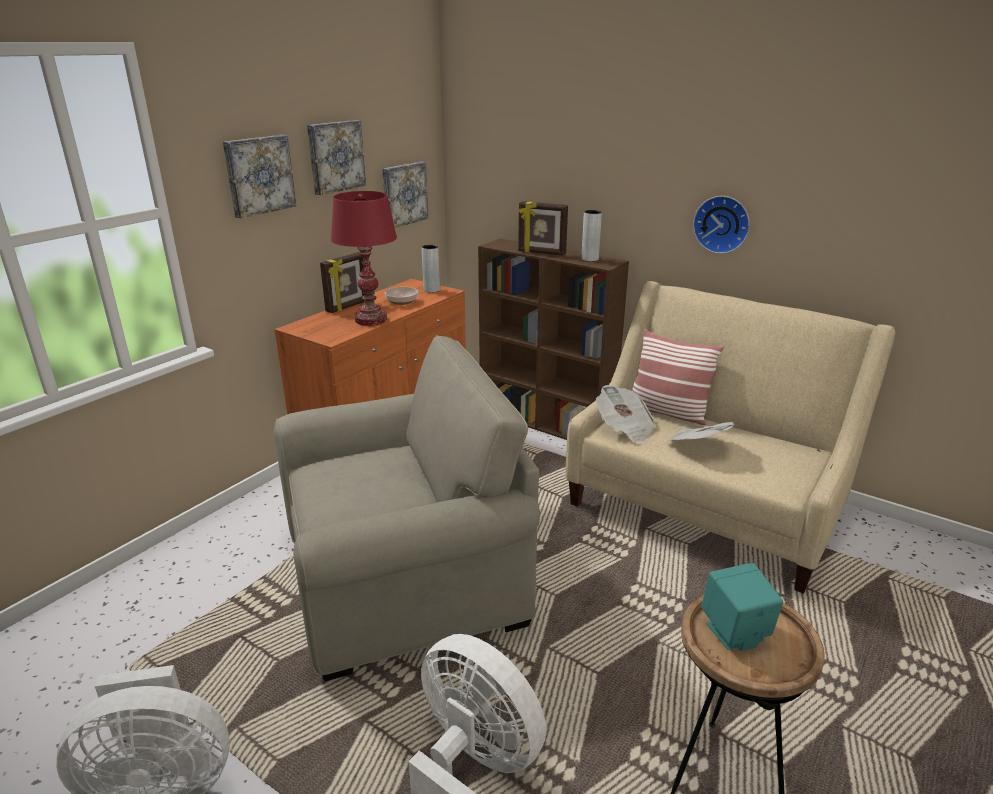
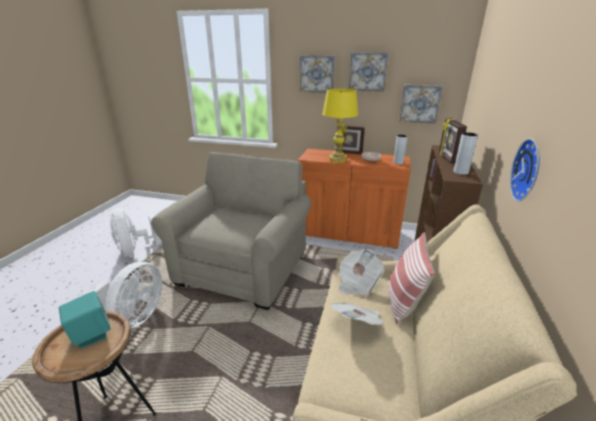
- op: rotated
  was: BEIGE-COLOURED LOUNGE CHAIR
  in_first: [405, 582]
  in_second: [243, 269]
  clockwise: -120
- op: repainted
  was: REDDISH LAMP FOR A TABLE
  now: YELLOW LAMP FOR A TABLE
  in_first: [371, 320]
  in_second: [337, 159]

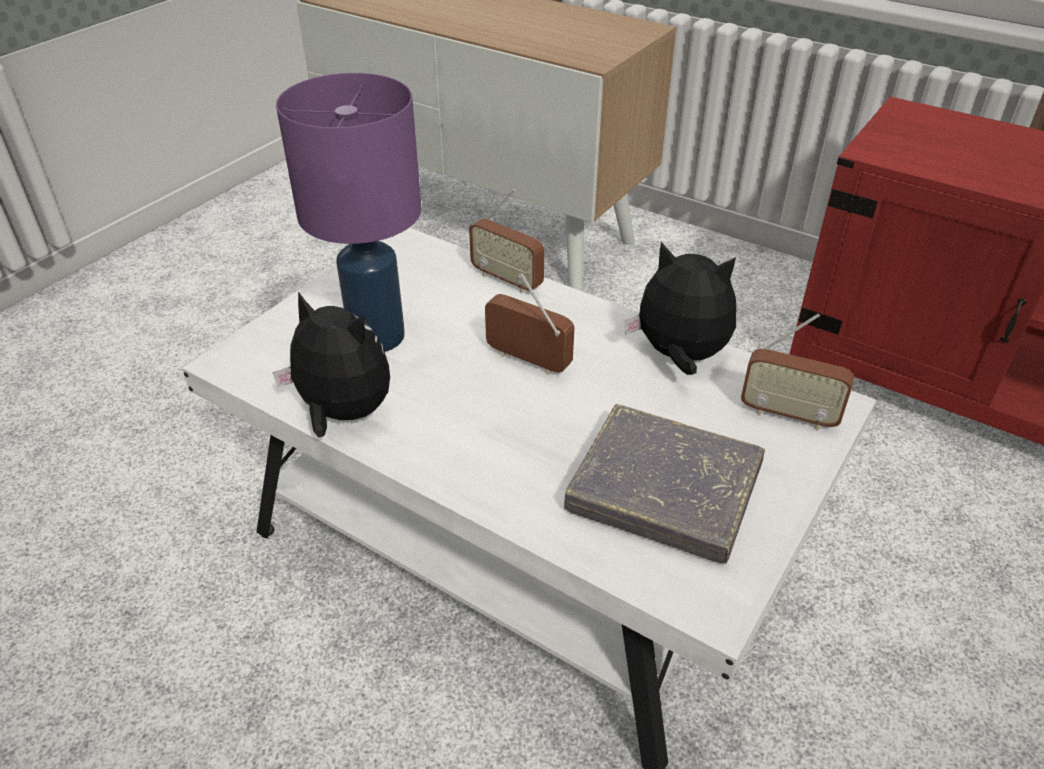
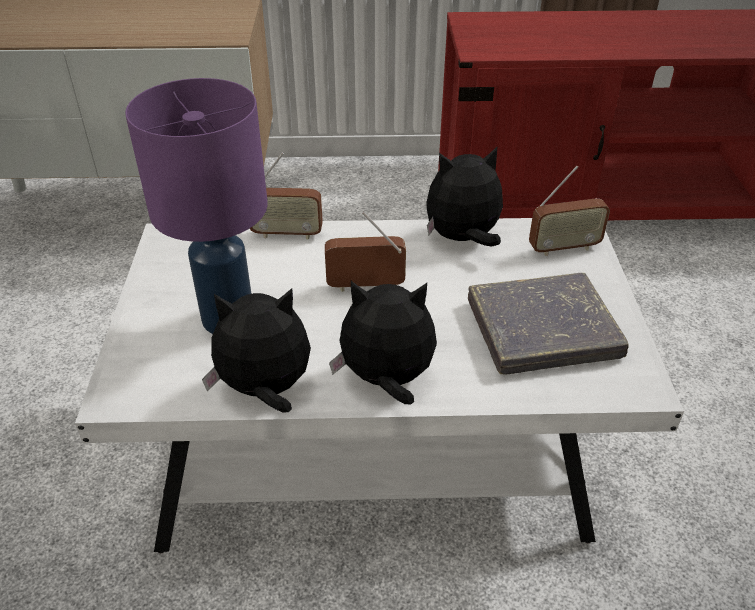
- op: new
  now: PLUSH TOY
  in_second: [387, 380]

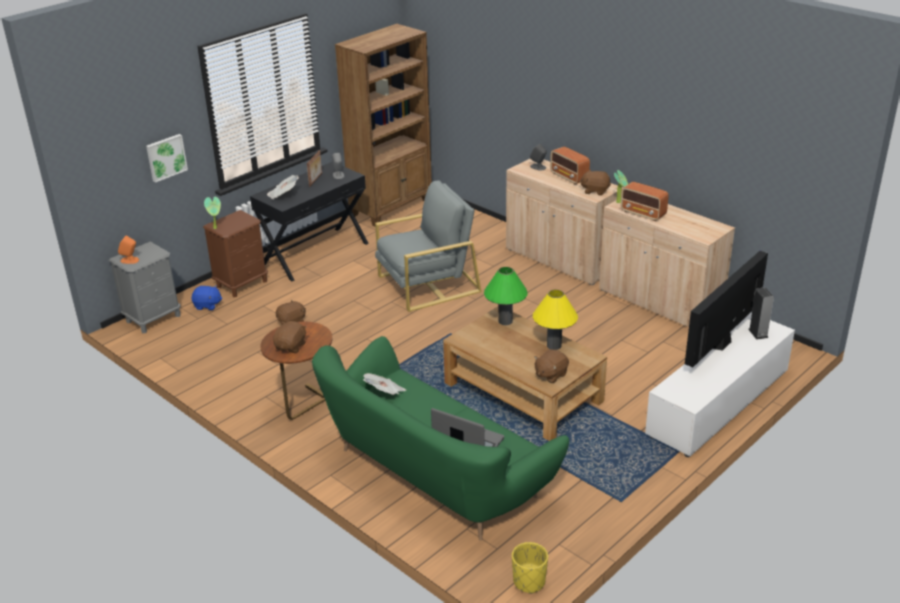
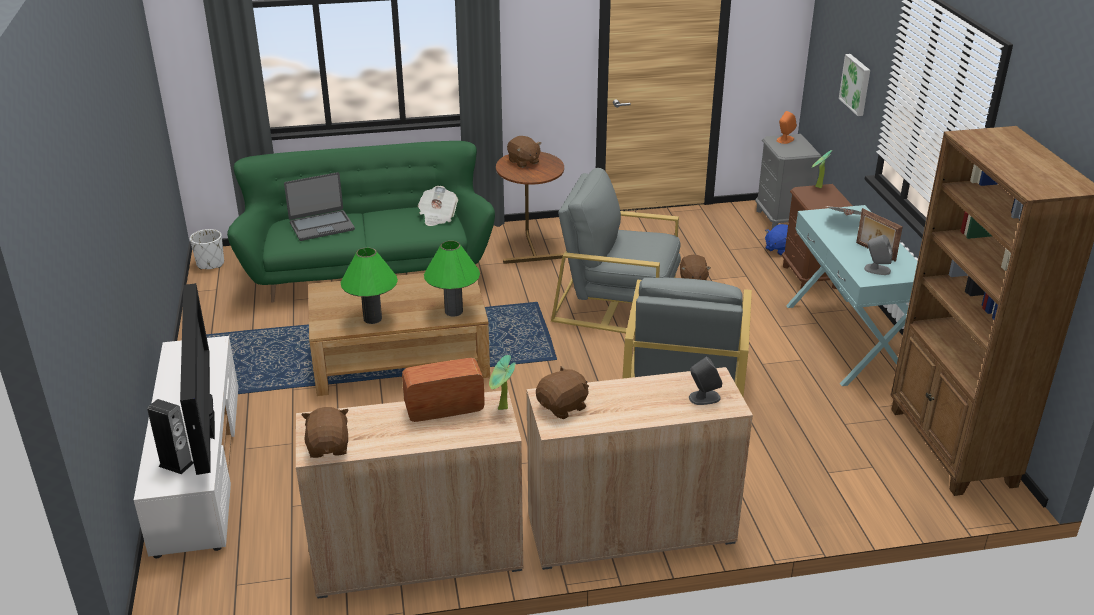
- op: repainted
  was: BLACK-COLOURED CONSOLE TABLE
  now: TURQUOISE-COLOURED CONSOLE TABLE
  in_first: [315, 253]
  in_second: [846, 340]
- op: repainted
  was: YELLOW PLANT POT
  now: WHITISH PLANT POT
  in_first: [529, 582]
  in_second: [210, 264]
- op: repainted
  was: YELLOW LAMP FOR A TABLE
  now: GREEN LAMP FOR A TABLE
  in_first: [554, 345]
  in_second: [372, 318]
- op: shifted
  was: BROWN PLUSH TOY
  in_first: [550, 375]
  in_second: [329, 447]
- op: gone
  was: RADIO RECEIVER
  in_first: [569, 177]
- op: new
  now: GRAY LOUNGE CHAIR
  in_second: [616, 303]

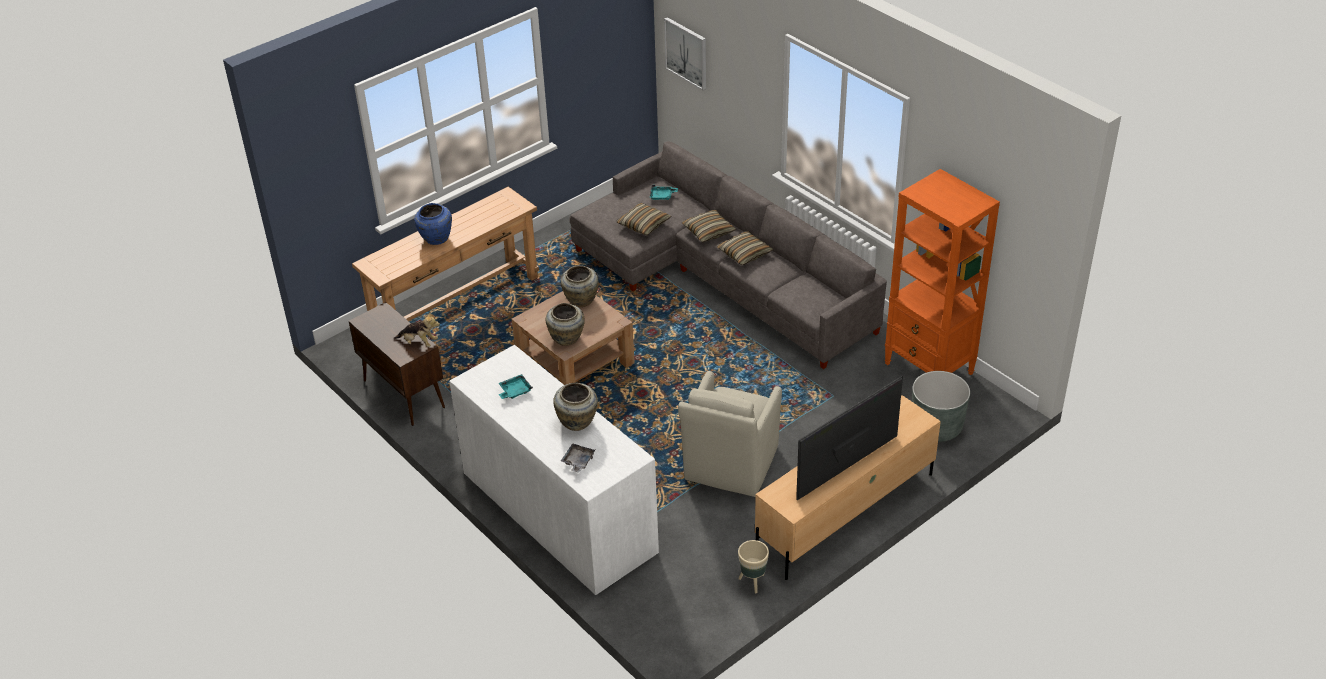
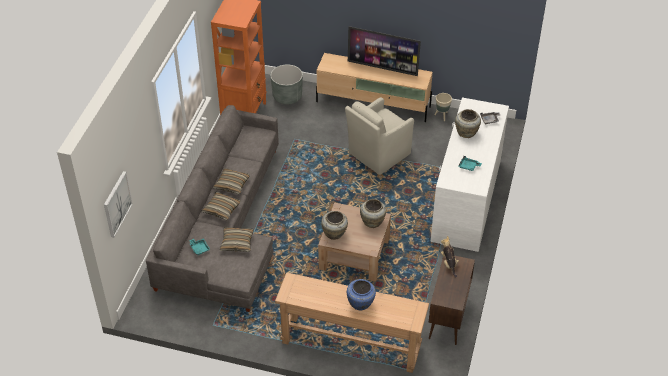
- op: rotated
  was: BEIGE-COLOURED LOUNGE CHAIR
  in_first: [730, 465]
  in_second: [378, 154]
  clockwise: 150

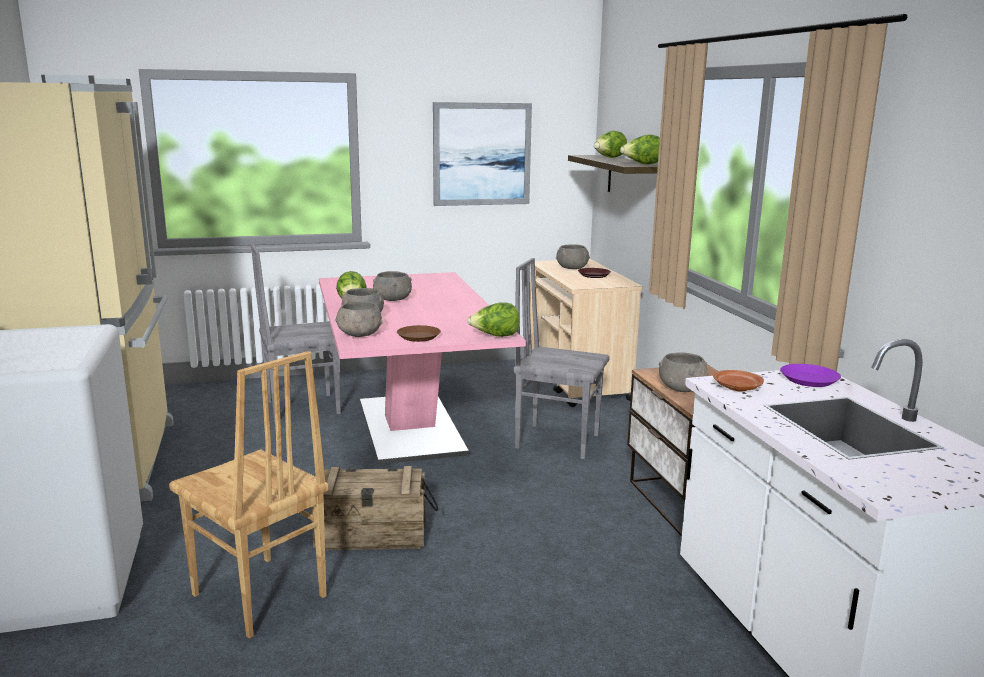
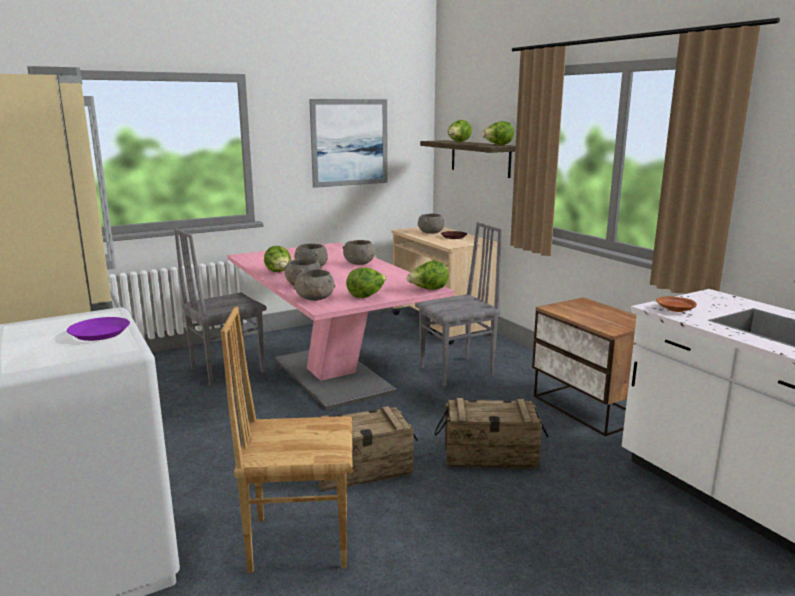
- op: rotated
  was: BROWN PLAIN CHAIR
  in_first: [258, 597]
  in_second: [299, 541]
  clockwise: 150
- op: swapped
  was: BROWN PLATE
  now: LETTUCE
  in_first: [418, 337]
  in_second: [366, 296]
- op: rotated
  was: GRAY PLAIN CHAIR
  in_first: [557, 440]
  in_second: [457, 372]
  clockwise: 150
- op: shifted
  was: GRAY BOWL
  in_first: [682, 388]
  in_second: [359, 263]
- op: shifted
  was: PURPLE PLATE
  in_first: [808, 380]
  in_second: [99, 333]
- op: new
  now: CRATE
  in_second: [490, 455]

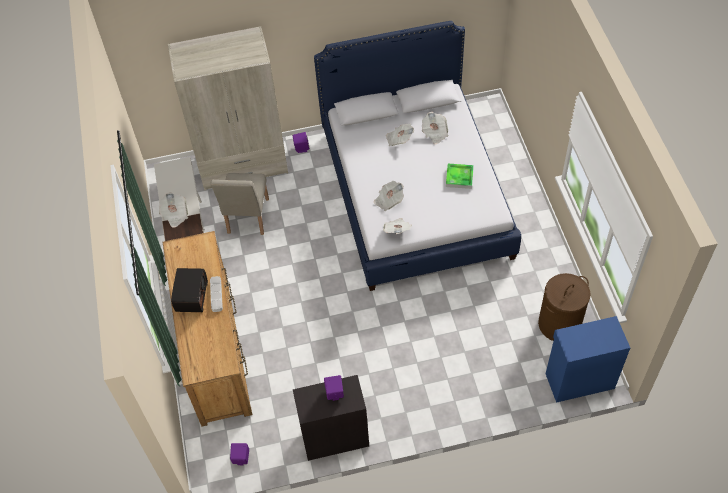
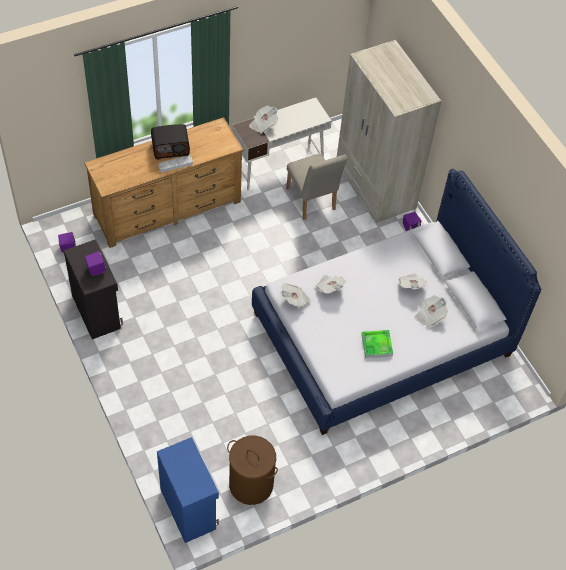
- op: rotated
  was: BEIGE-COLOURED PLAIN CHAIR
  in_first: [247, 219]
  in_second: [312, 202]
  clockwise: -105

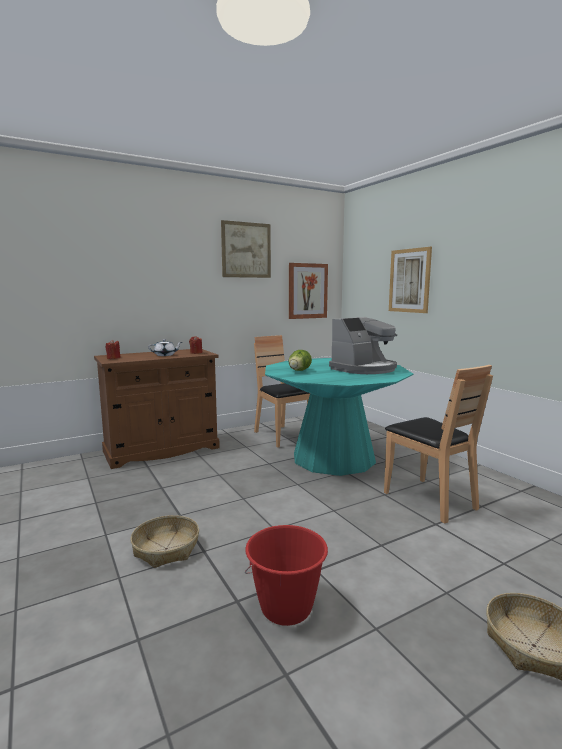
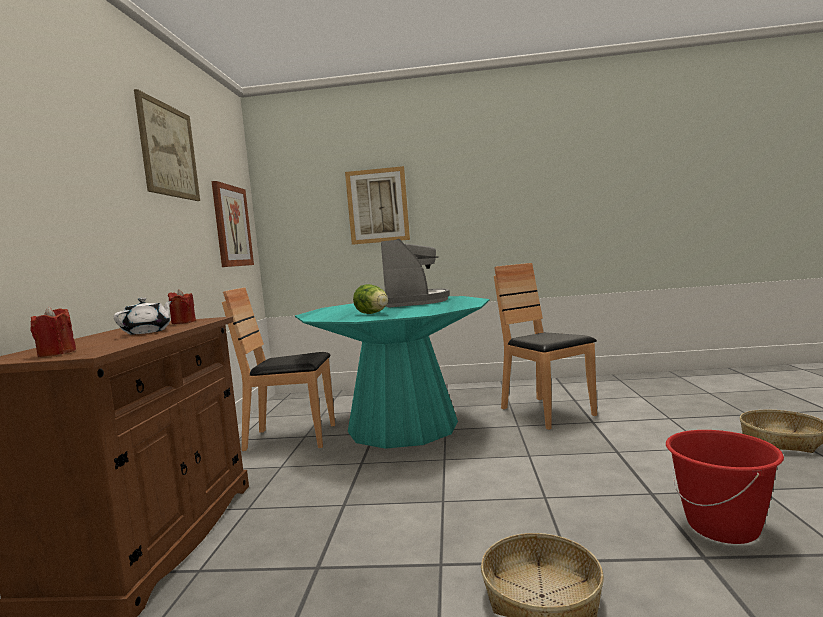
- op: rotated
  was: BROWN PLAIN CHAIR
  in_first: [429, 499]
  in_second: [546, 412]
  clockwise: -120

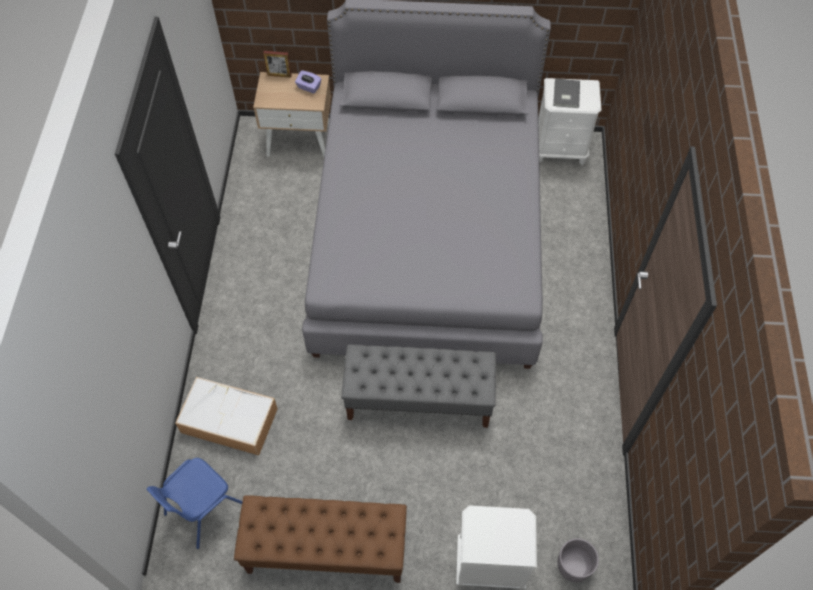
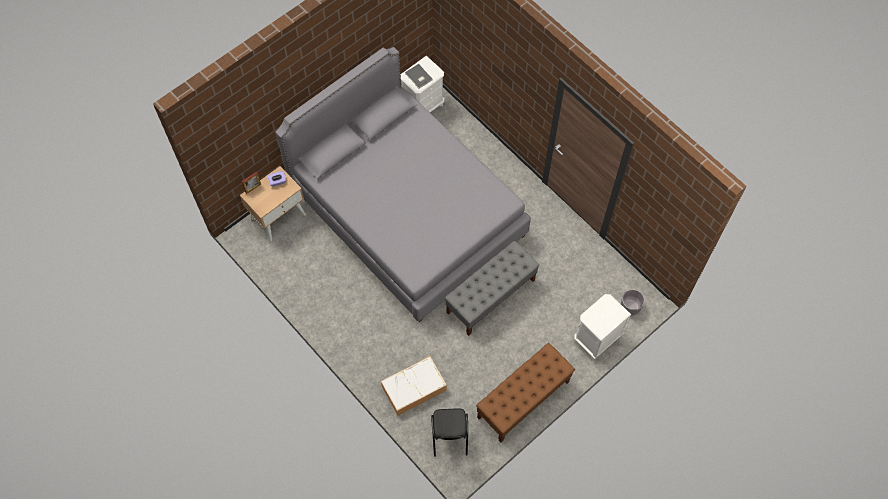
- op: repainted
  was: BLUE PLAIN CHAIR
  now: BLACK-COLOURED PLAIN CHAIR
  in_first: [203, 509]
  in_second: [449, 436]

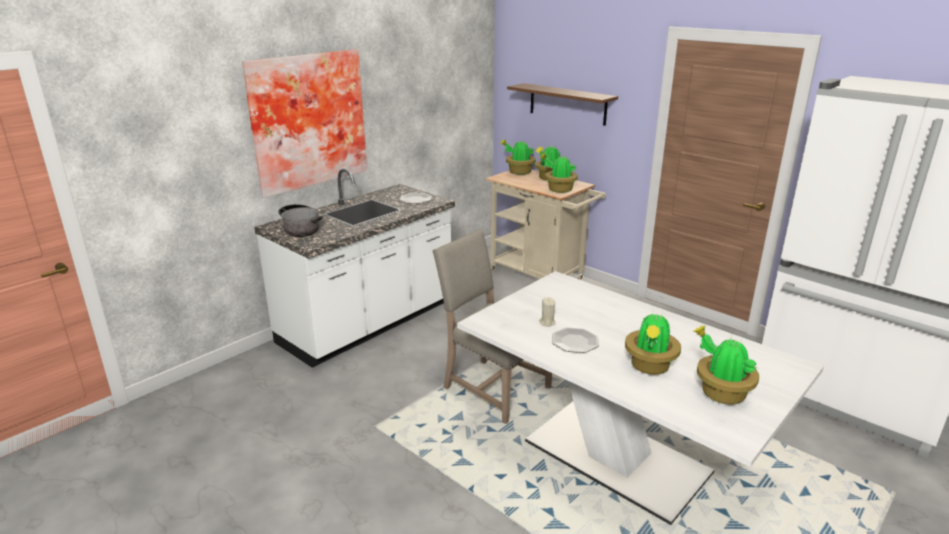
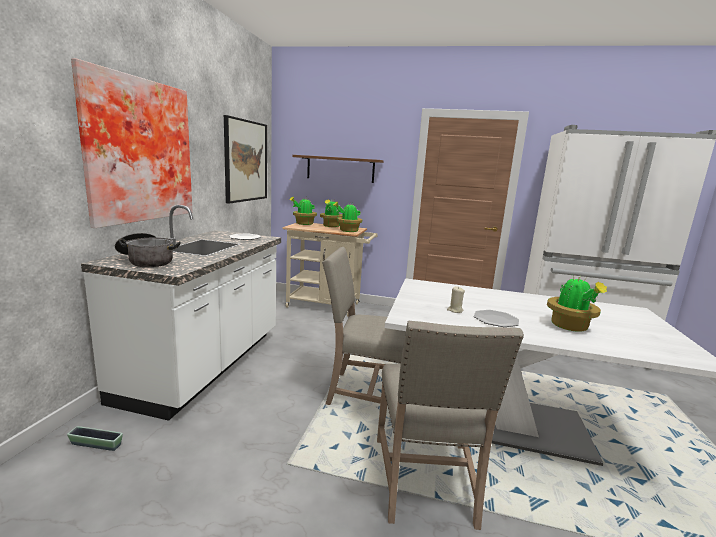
- op: gone
  was: PLANT IN A POT
  in_first: [720, 393]
- op: new
  now: PLANT POT
  in_second: [96, 444]
- op: new
  now: WALL PICTURE
  in_second: [246, 161]
- op: new
  now: BEIGE-COLOURED PLAIN CHAIR
  in_second: [426, 482]

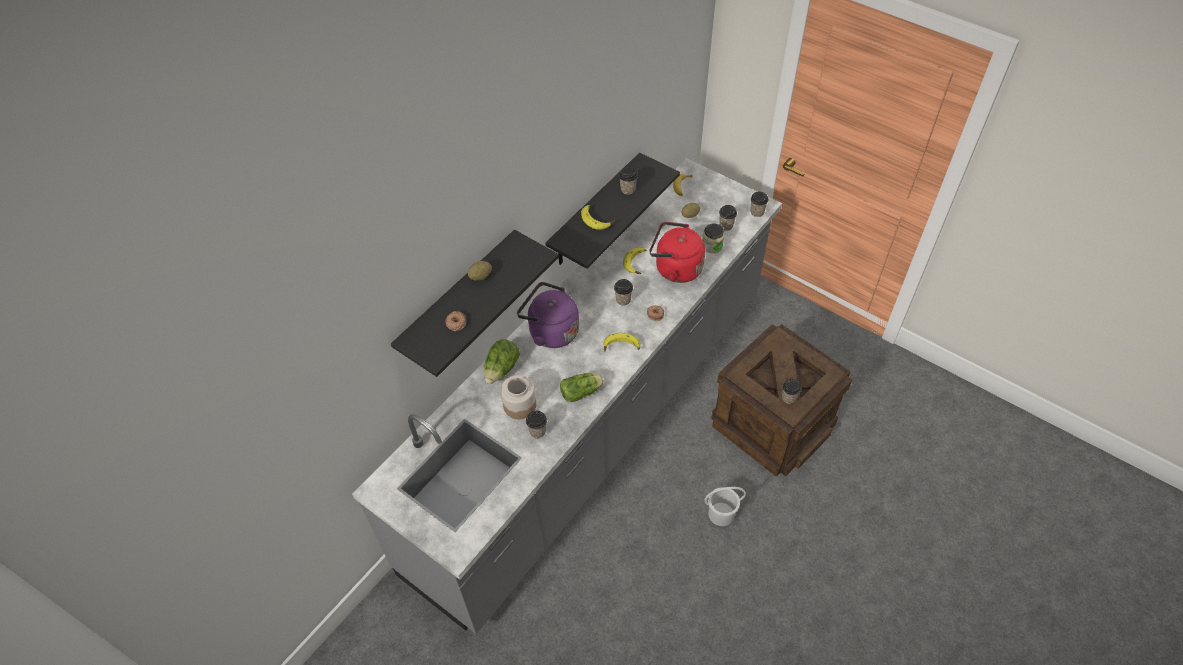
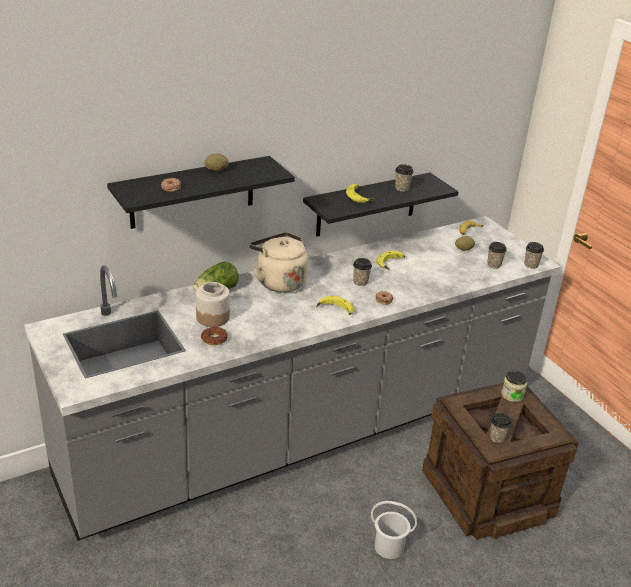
- op: repainted
  was: PURPLE WATER KETTLE
  now: BEIGE-COLOURED WATER KETTLE
  in_first: [550, 331]
  in_second: [279, 281]
- op: swapped
  was: CUP
  now: DOUGHNUT
  in_first: [537, 431]
  in_second: [214, 339]
- op: gone
  was: LETTUCE
  in_first: [582, 392]
- op: gone
  was: REDDISH WATER KETTLE
  in_first: [675, 268]
- op: shifted
  was: JAR
  in_first: [712, 245]
  in_second: [512, 395]

